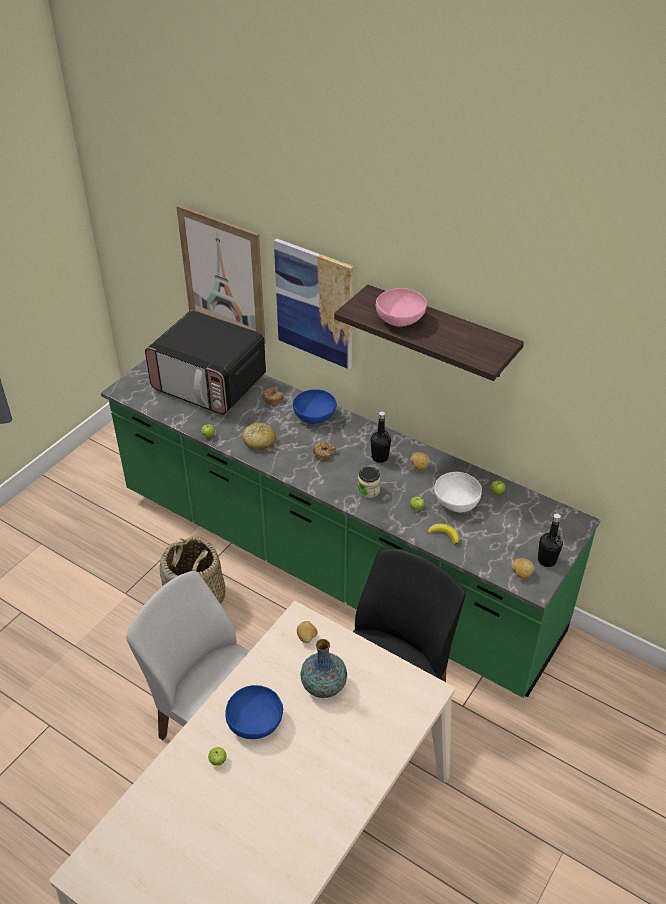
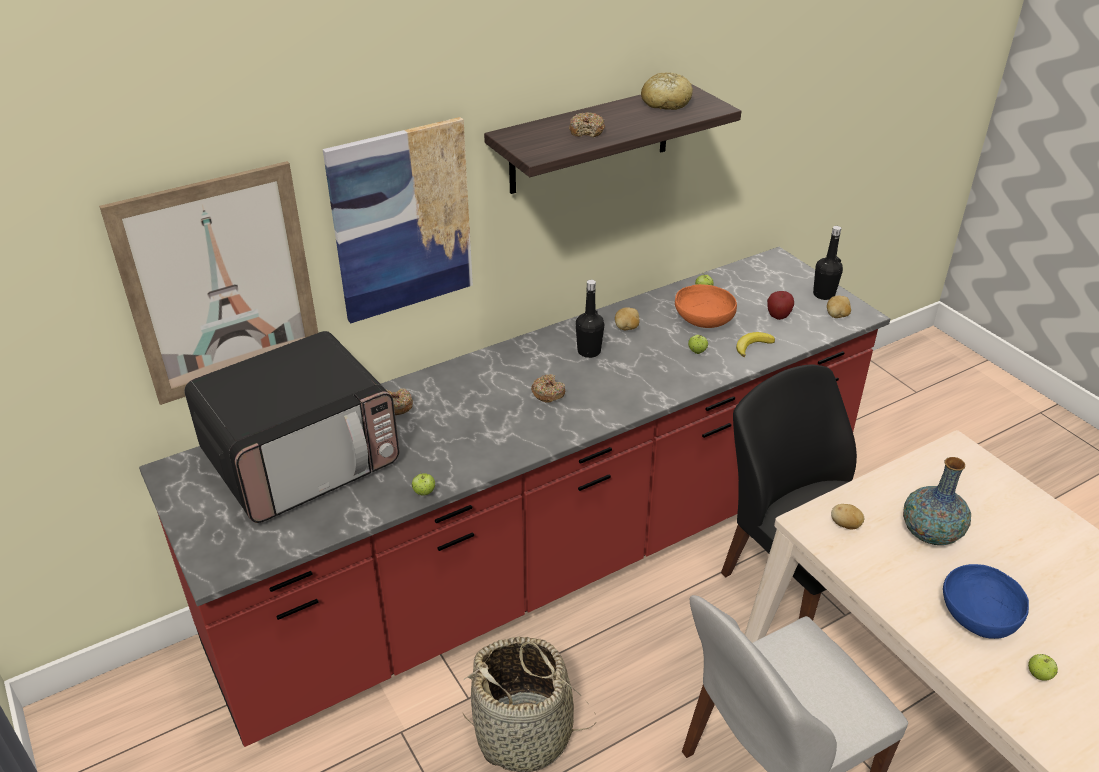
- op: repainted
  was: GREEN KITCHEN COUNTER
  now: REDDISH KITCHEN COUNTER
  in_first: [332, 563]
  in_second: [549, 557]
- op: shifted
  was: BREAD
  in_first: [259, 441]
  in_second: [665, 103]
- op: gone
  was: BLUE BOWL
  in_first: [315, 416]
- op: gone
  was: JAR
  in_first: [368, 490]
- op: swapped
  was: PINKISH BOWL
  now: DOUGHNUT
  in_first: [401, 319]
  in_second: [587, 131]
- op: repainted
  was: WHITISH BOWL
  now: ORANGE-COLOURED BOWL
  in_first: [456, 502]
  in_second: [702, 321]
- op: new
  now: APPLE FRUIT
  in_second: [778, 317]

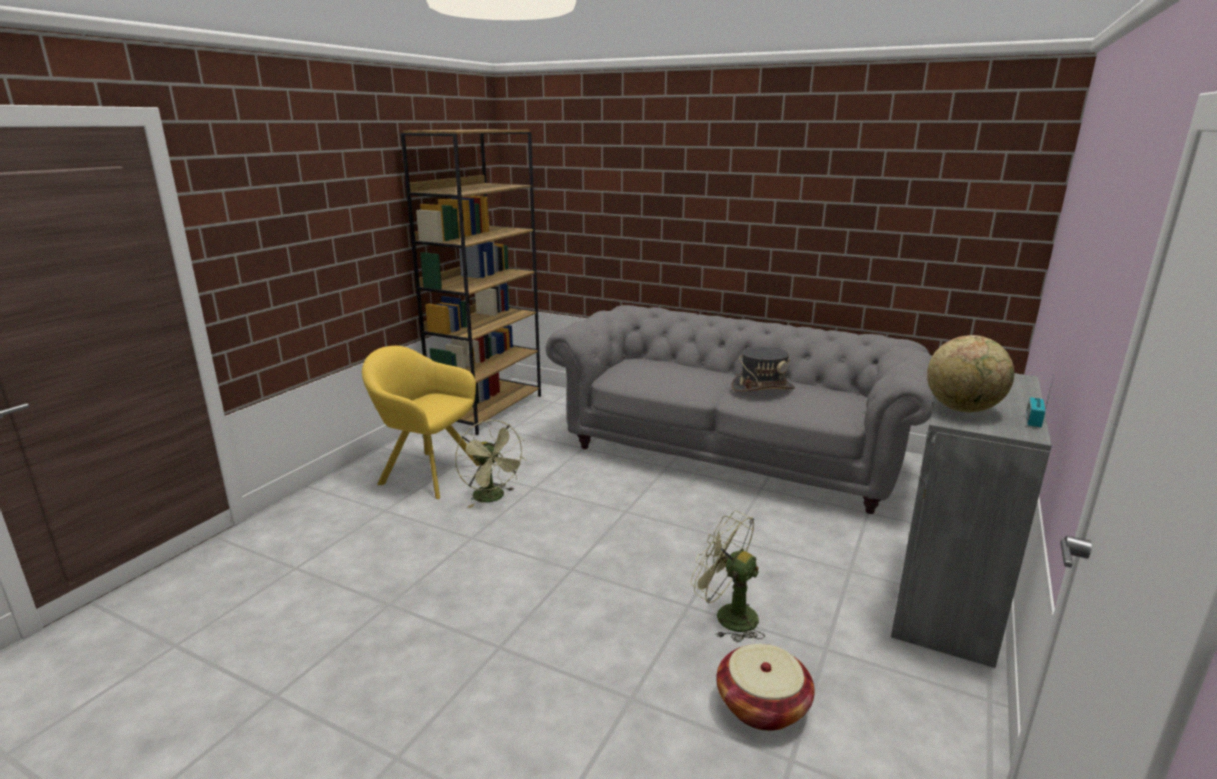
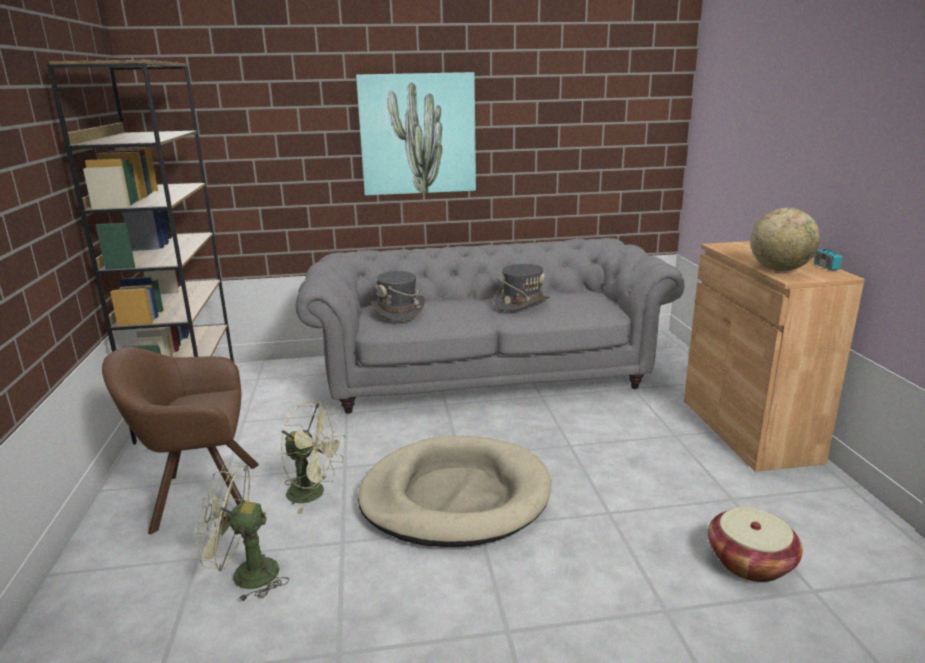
- op: repainted
  was: YELLOW LOUNGE CHAIR
  now: BROWN LOUNGE CHAIR
  in_first: [427, 472]
  in_second: [199, 497]
- op: shifted
  was: GREEN COOLING FAN
  in_first: [727, 616]
  in_second: [244, 575]
- op: repainted
  was: GRAY CABINET
  now: BROWN CABINET
  in_first: [946, 598]
  in_second: [748, 430]
- op: new
  now: WALL PICTURE
  in_second: [417, 134]
- op: new
  now: BEIGE-COLOURED DOG CUSHION
  in_second: [455, 497]
- op: new
  now: GRAY CLOTHING HAT
  in_second: [398, 311]

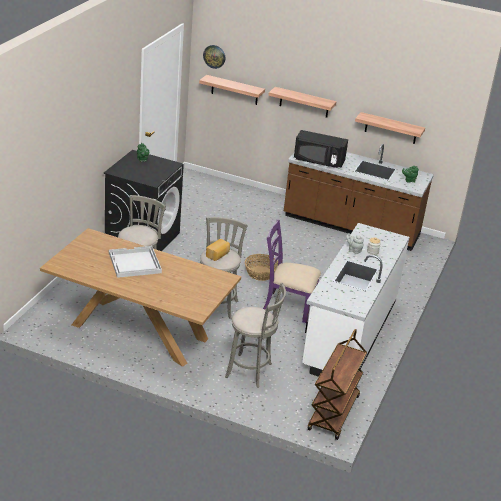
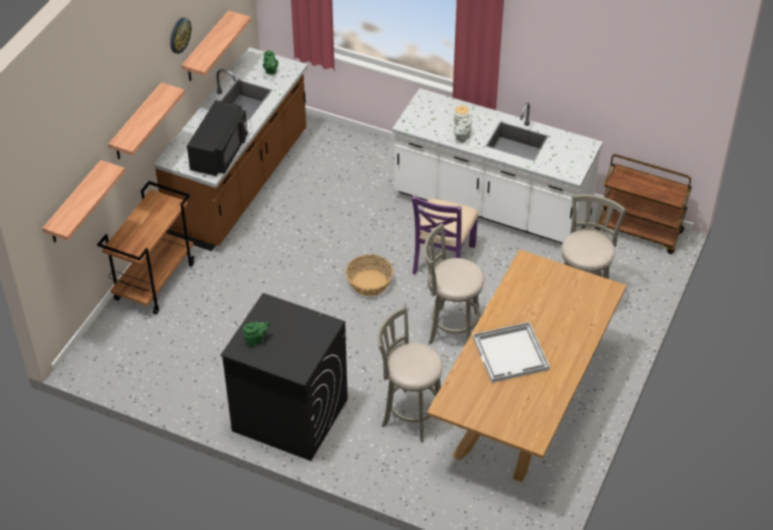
- op: shifted
  was: HANGING CLOCK
  in_first: [214, 56]
  in_second: [179, 35]
- op: gone
  was: BREAD
  in_first: [218, 255]
- op: new
  now: BROWN CART
  in_second: [155, 281]

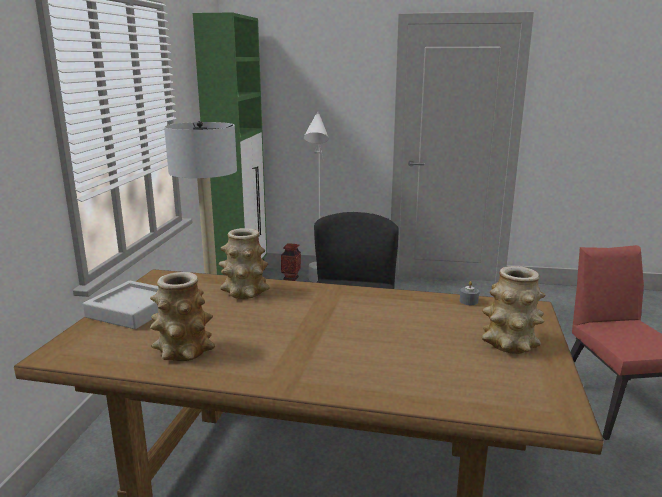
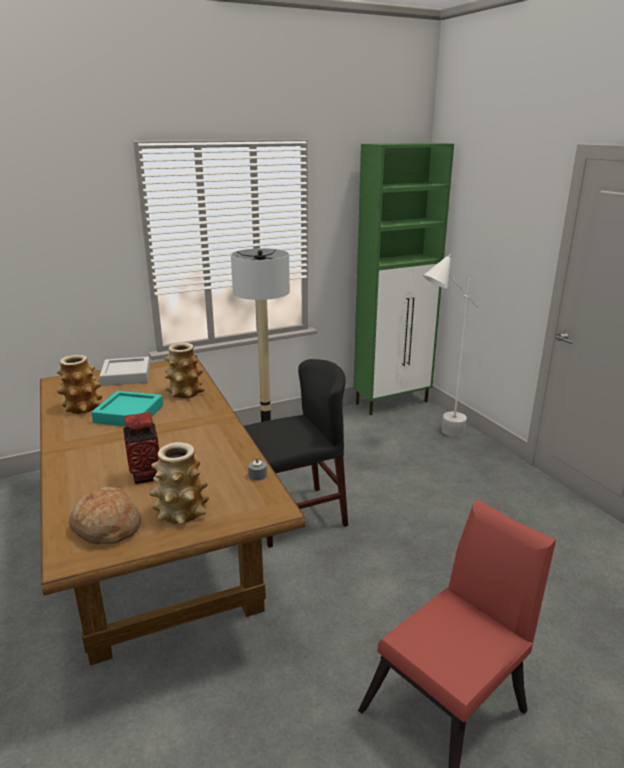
- op: shifted
  was: VASE
  in_first: [291, 278]
  in_second: [146, 476]
- op: new
  now: BREAD
  in_second: [106, 527]
- op: new
  now: TURQUOISE-COLOURED TRAY
  in_second: [129, 414]

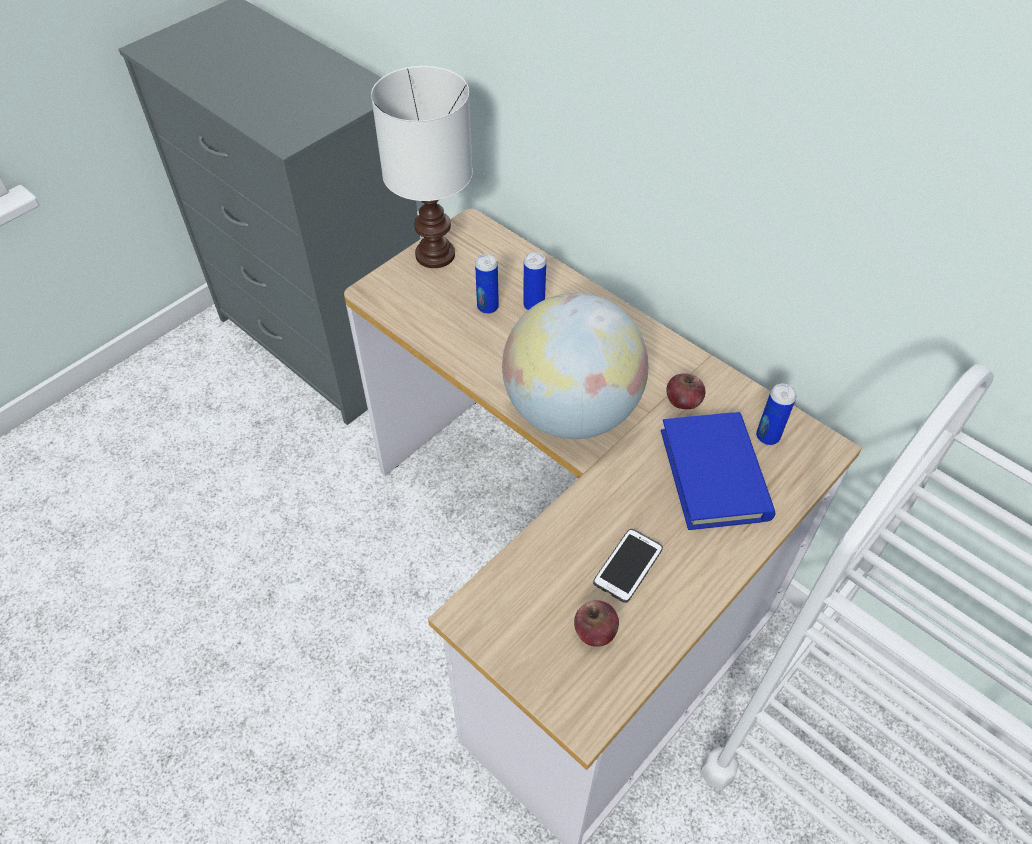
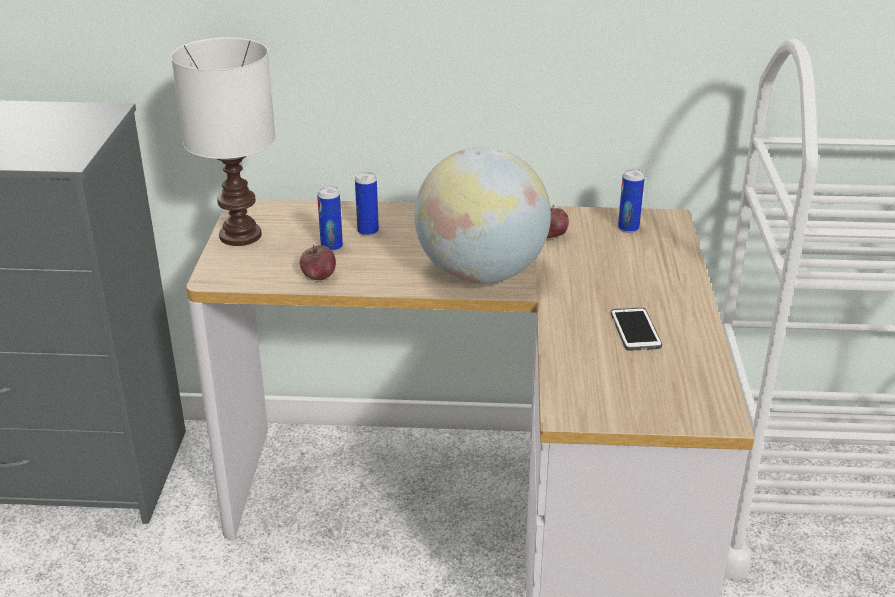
- op: shifted
  was: APPLE FRUIT
  in_first: [594, 632]
  in_second: [318, 276]
- op: gone
  was: BLUE BOOK
  in_first: [714, 474]

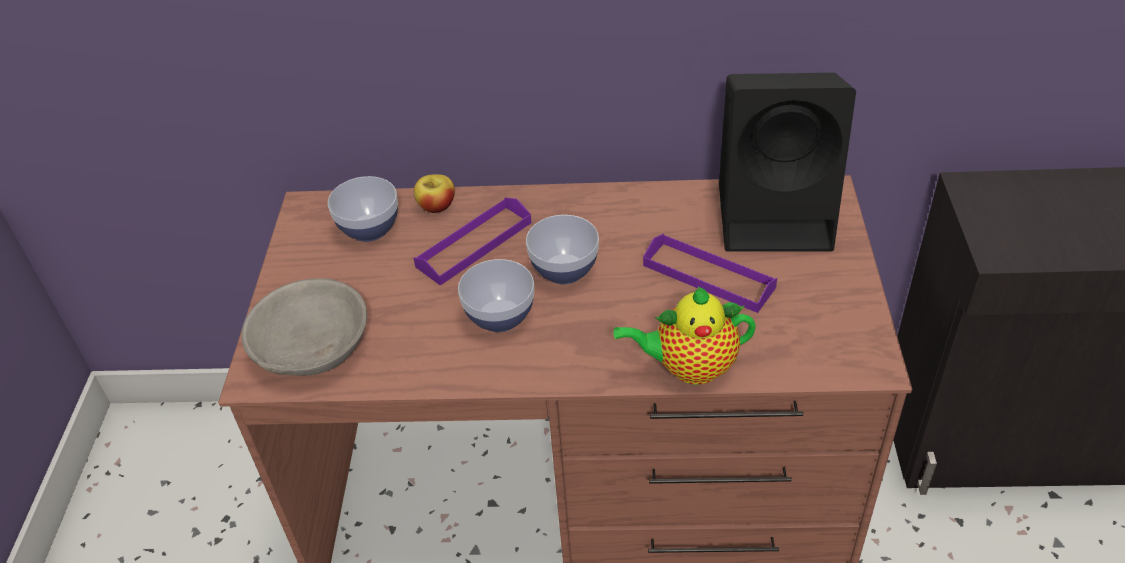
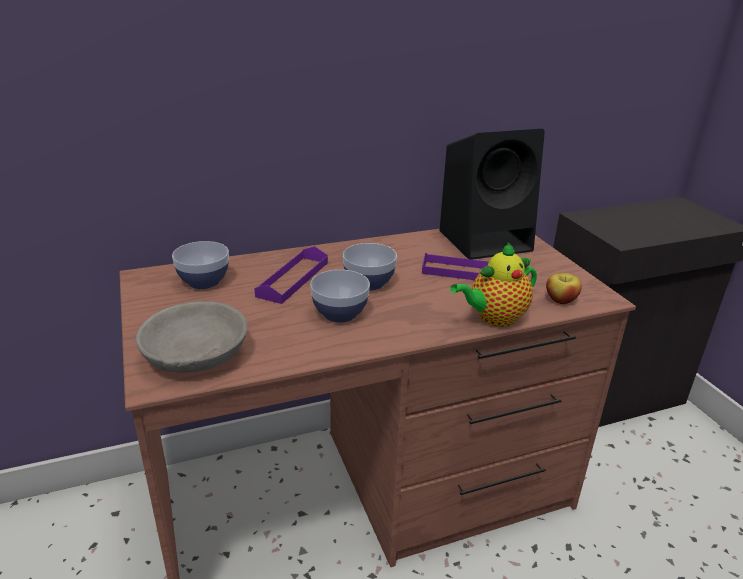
- op: shifted
  was: APPLE FRUIT
  in_first: [436, 206]
  in_second: [561, 300]

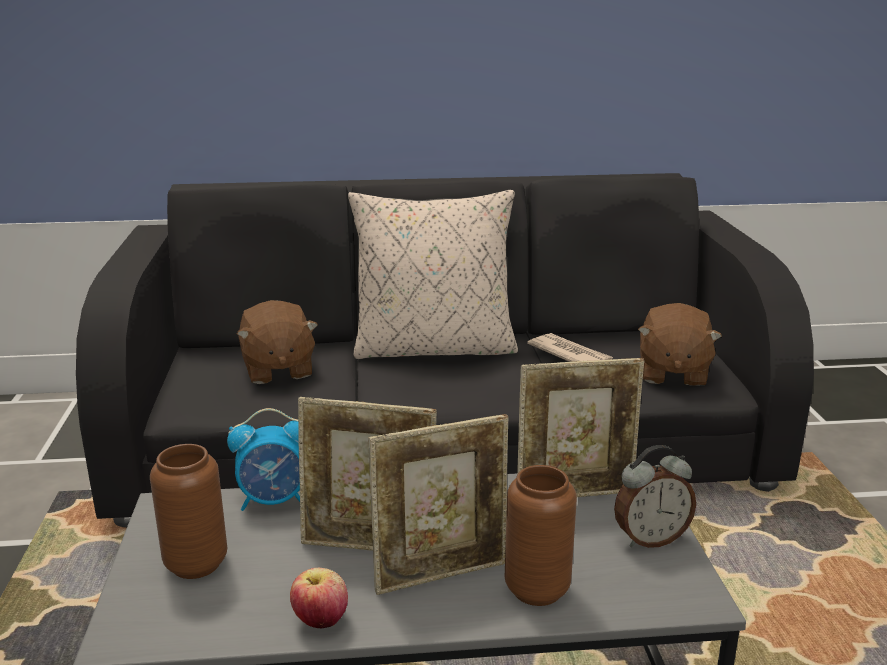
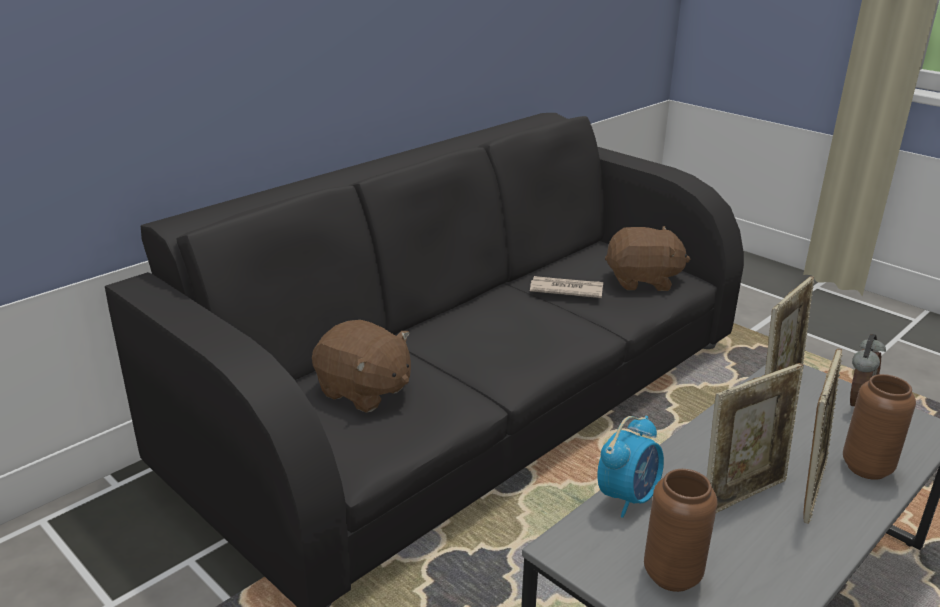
- op: gone
  was: APPLE FRUIT
  in_first: [320, 620]
- op: gone
  was: BEIGE-COLOURED CUSHION
  in_first: [434, 348]
- op: rotated
  was: BROWN PLUSH TOY
  in_first: [672, 373]
  in_second: [642, 281]
  clockwise: -60

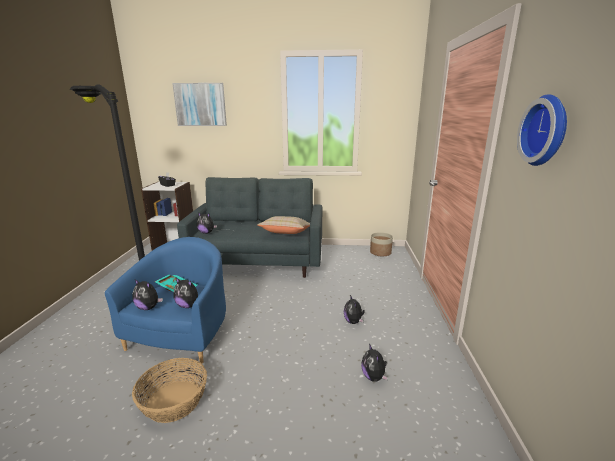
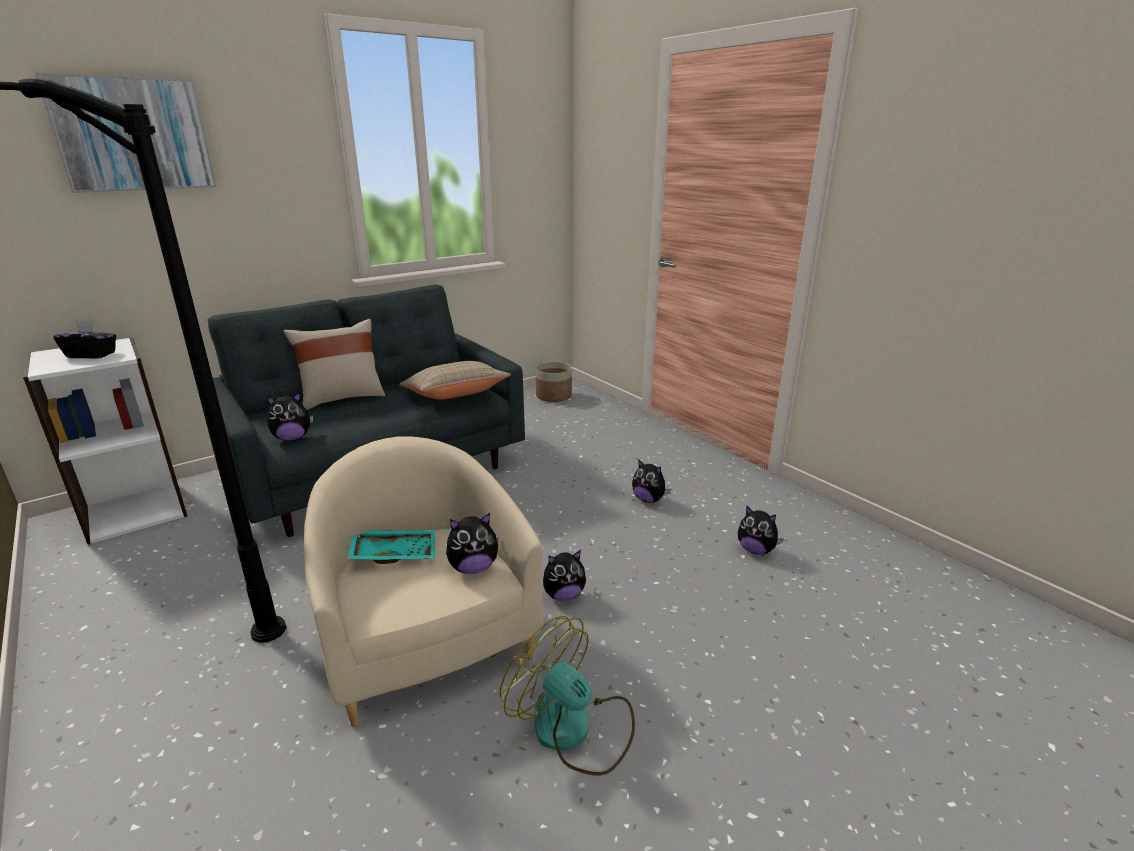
- op: repainted
  was: BLUE LOUNGE CHAIR
  now: BEIGE-COLOURED LOUNGE CHAIR
  in_first: [182, 334]
  in_second: [427, 641]
- op: shifted
  was: PLUSH TOY
  in_first: [149, 307]
  in_second: [563, 595]
- op: swapped
  was: BASKET
  now: COOLING FAN
  in_first: [173, 401]
  in_second: [574, 729]
- op: gone
  was: HANGING CLOCK
  in_first: [547, 131]
- op: new
  now: BEIGE-COLOURED CUSHION
  in_second: [342, 398]

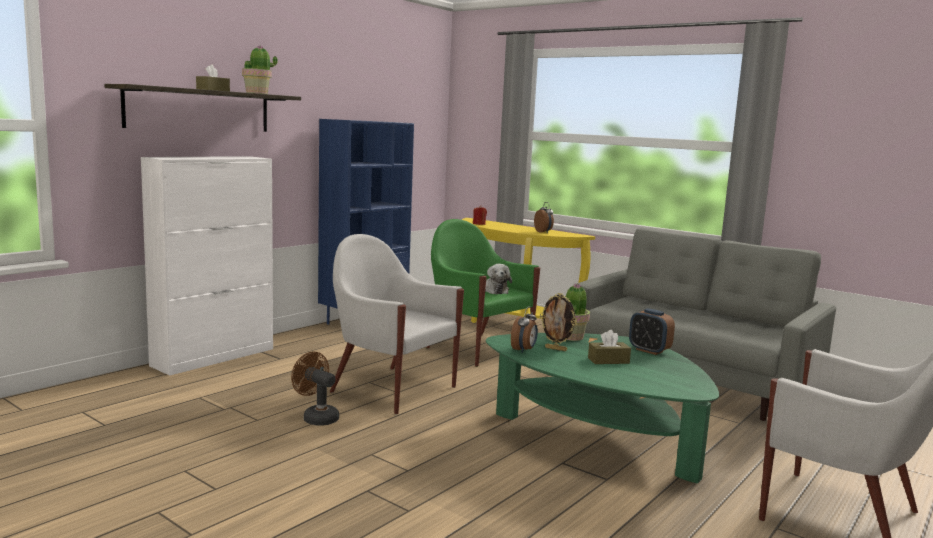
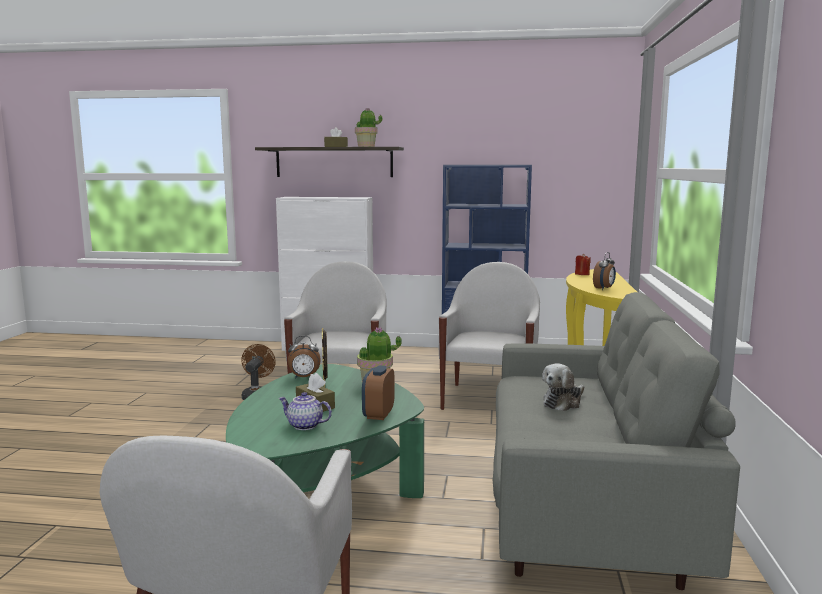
- op: repainted
  was: GREEN LOUNGE CHAIR
  now: WHITISH LOUNGE CHAIR
  in_first: [477, 349]
  in_second: [490, 399]
- op: shifted
  was: PLUSH TOY
  in_first: [495, 290]
  in_second: [563, 402]
- op: new
  now: POT FOR TEA
  in_second: [304, 426]

